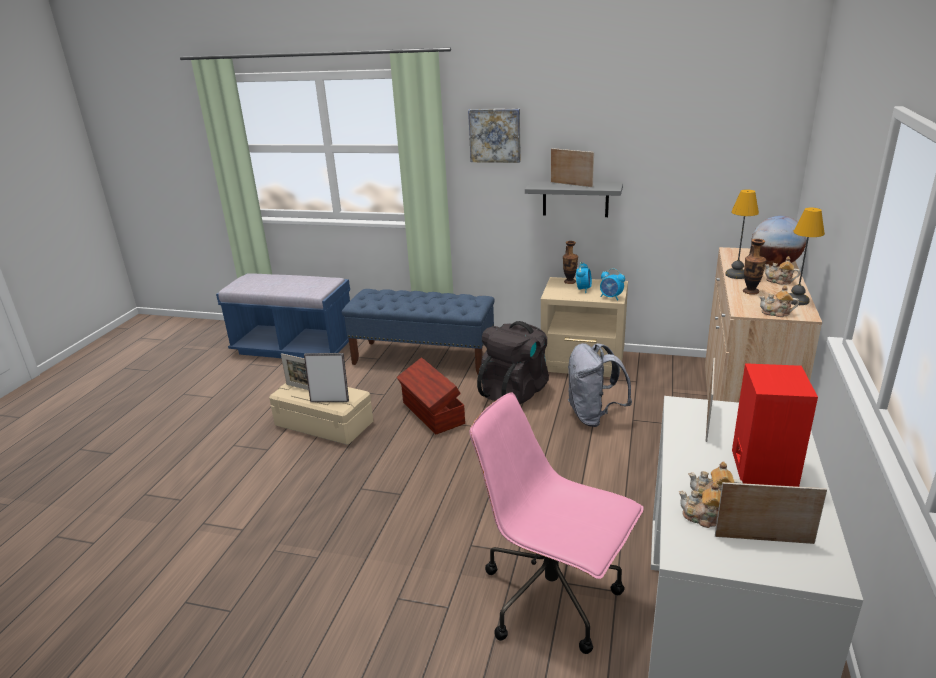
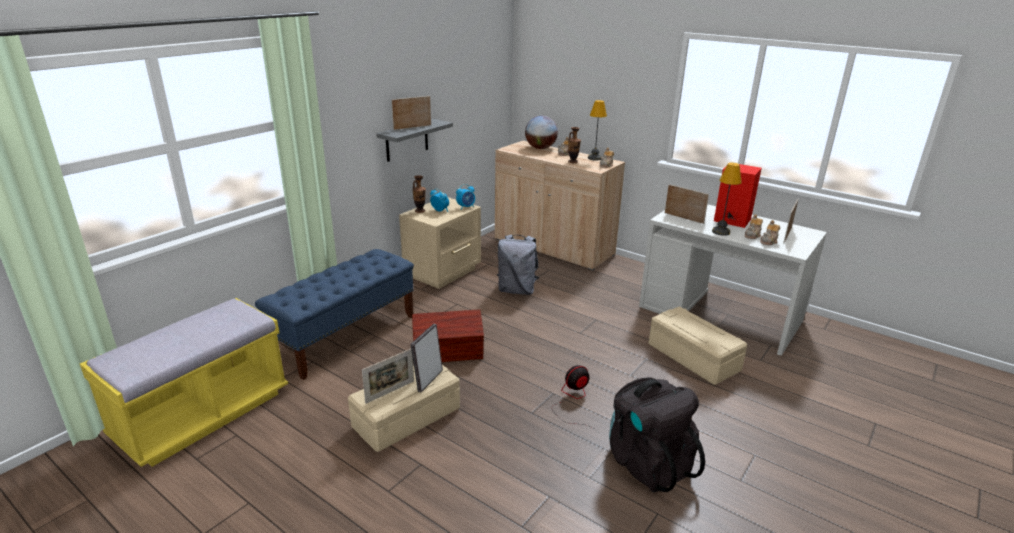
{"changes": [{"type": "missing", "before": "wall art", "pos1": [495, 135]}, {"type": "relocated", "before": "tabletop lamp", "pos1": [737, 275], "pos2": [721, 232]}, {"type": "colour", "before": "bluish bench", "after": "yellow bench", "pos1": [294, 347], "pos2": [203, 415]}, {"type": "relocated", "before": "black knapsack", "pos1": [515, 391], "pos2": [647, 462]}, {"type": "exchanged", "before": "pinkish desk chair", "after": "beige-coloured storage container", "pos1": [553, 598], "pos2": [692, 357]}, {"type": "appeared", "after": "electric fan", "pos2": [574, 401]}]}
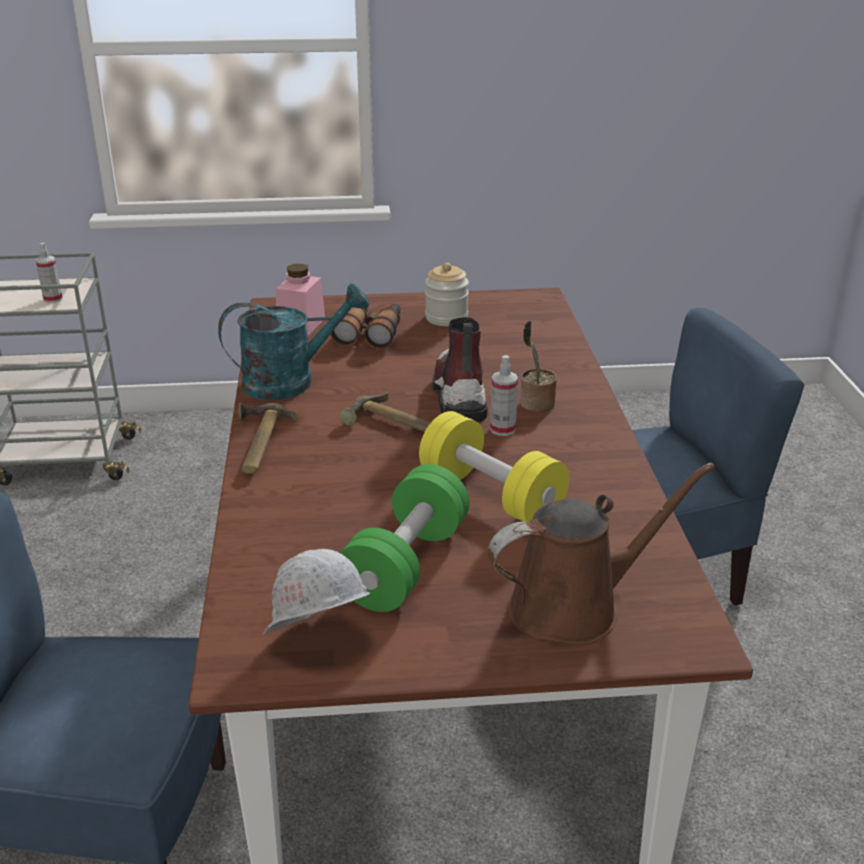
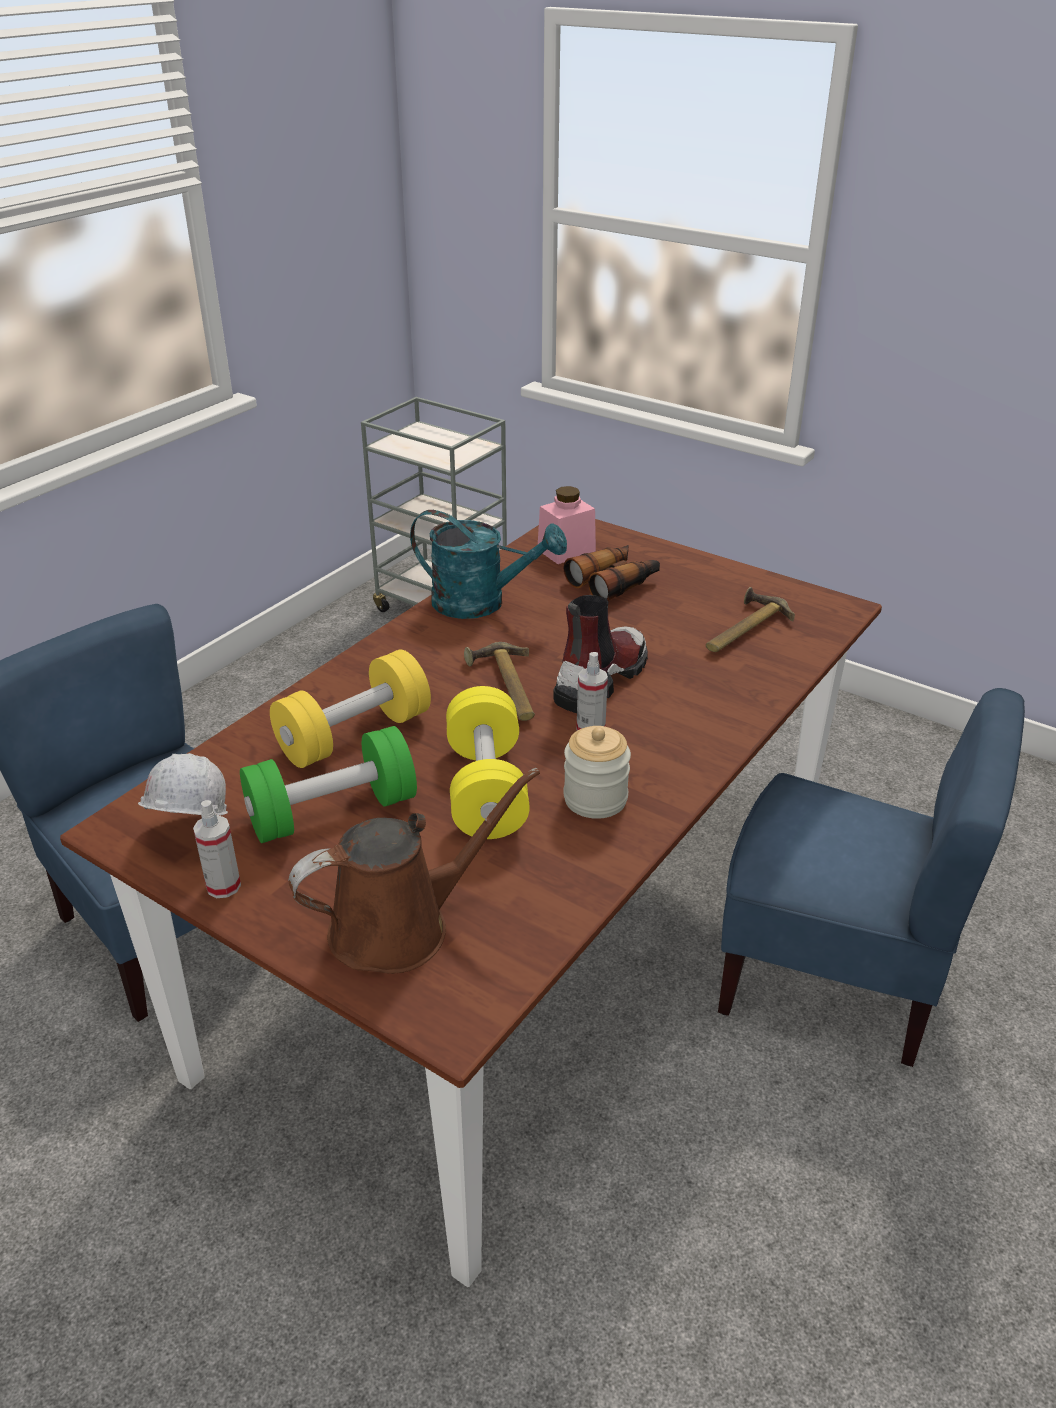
{"changes": [{"type": "relocated", "before": "hand sprayer", "pos1": [53, 299], "pos2": [223, 886]}, {"type": "relocated", "before": "preserve jar", "pos1": [446, 318], "pos2": [595, 799]}, {"type": "missing", "before": "plant in a pot", "pos1": [535, 404]}, {"type": "relocated", "before": "tool hammer", "pos1": [257, 444], "pos2": [741, 629]}, {"type": "spun", "before": "brown-coloured watering pot", "pos1": [574, 607], "pos2": [401, 926], "turn": -45}, {"type": "appeared", "after": "yellow hand weight", "pos2": [354, 735]}]}
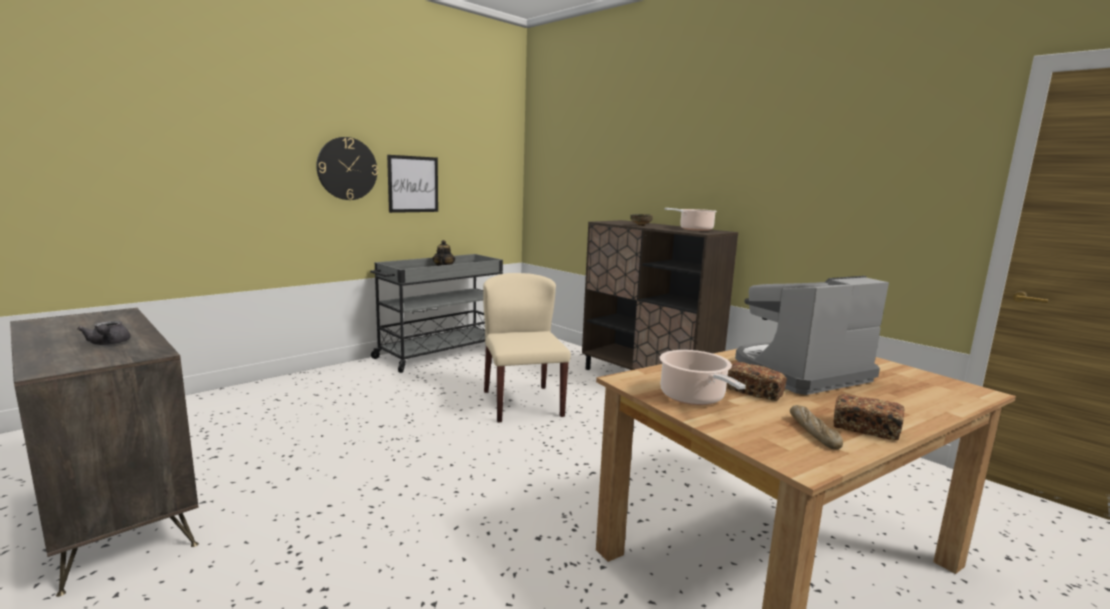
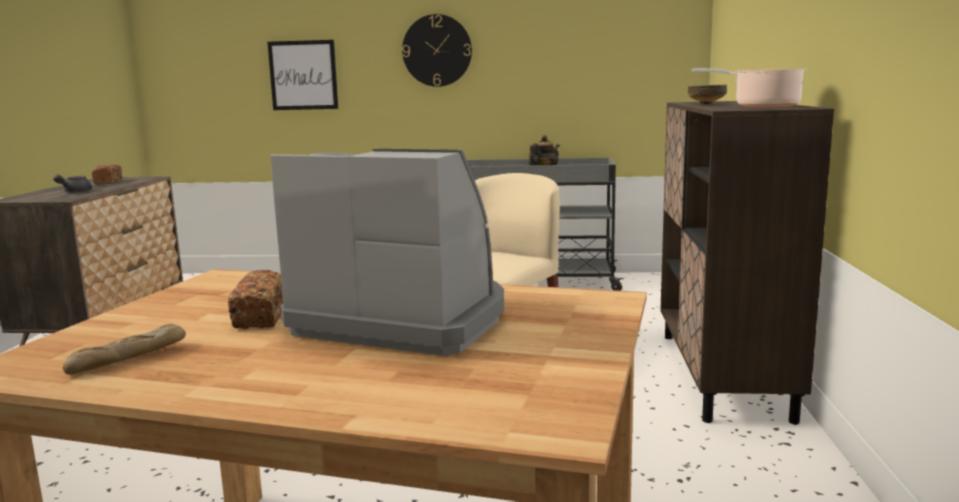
{"changes": [{"type": "relocated", "before": "wall art", "pos1": [413, 184], "pos2": [303, 75]}, {"type": "missing", "before": "stockpot", "pos1": [694, 398]}, {"type": "relocated", "before": "baked bread", "pos1": [865, 429], "pos2": [108, 182]}]}
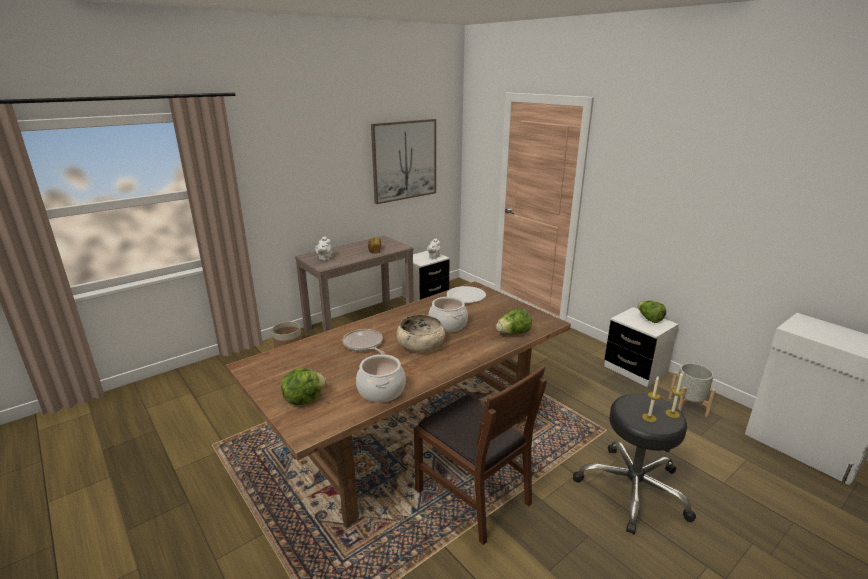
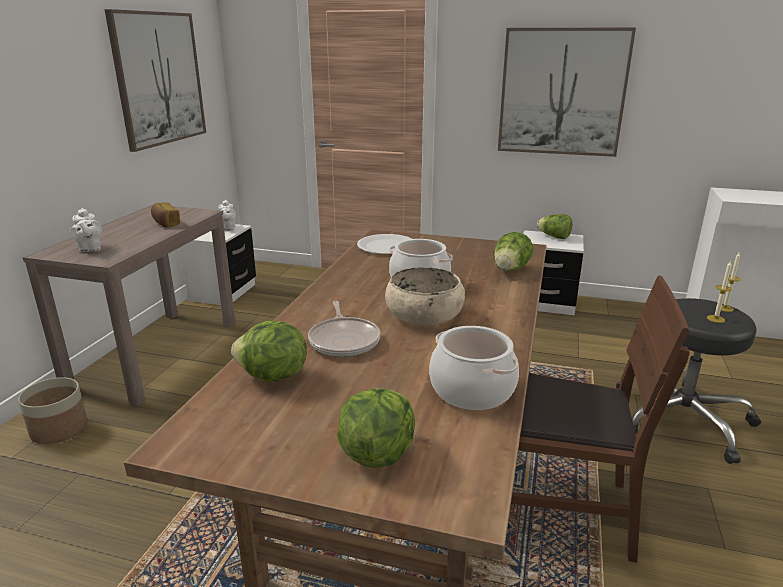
{"changes": [{"type": "spun", "before": "frying pan", "pos1": [364, 344], "pos2": [344, 340], "turn": -120}, {"type": "missing", "before": "grey flower pot", "pos1": [687, 407]}, {"type": "appeared", "after": "wall art", "pos2": [562, 92]}, {"type": "appeared", "after": "head of lettuce", "pos2": [272, 377]}]}
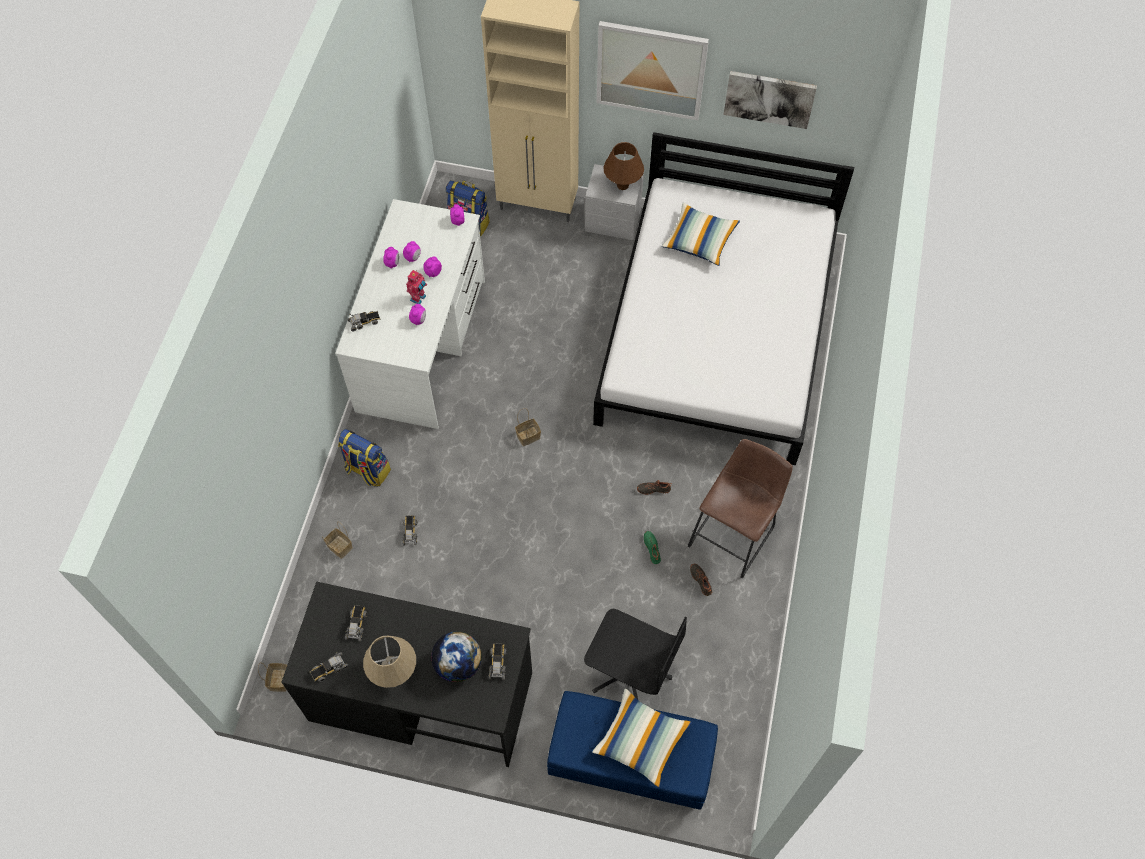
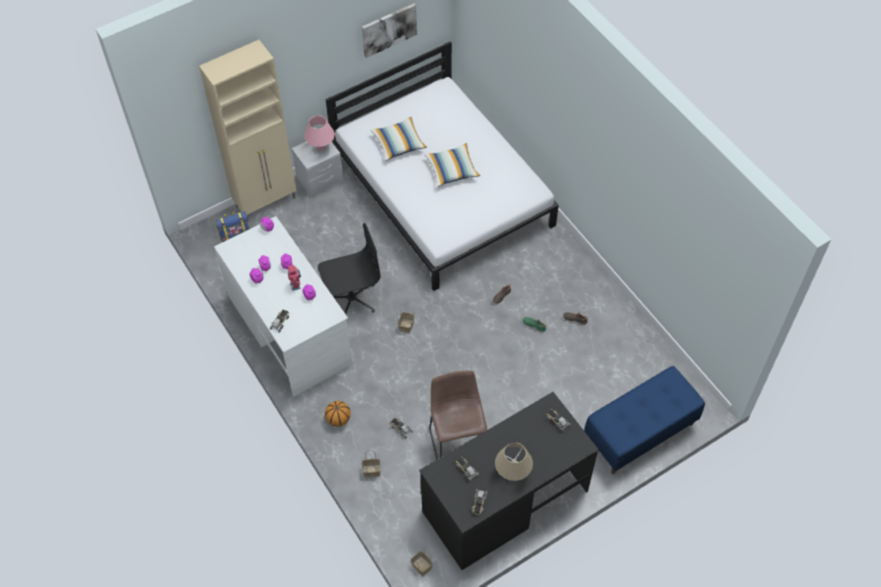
{"changes": [{"type": "missing", "before": "wall art", "pos1": [650, 70]}, {"type": "colour", "before": "brown-coloured tabletop lamp", "after": "pinkish tabletop lamp", "pos1": [622, 185], "pos2": [321, 147]}, {"type": "exchanged", "before": "knapsack", "after": "ball for basketball", "pos1": [367, 470], "pos2": [338, 419]}, {"type": "relocated", "before": "brown-coloured stool", "pos1": [734, 533], "pos2": [457, 443]}, {"type": "relocated", "before": "black desk chair", "pos1": [629, 672], "pos2": [351, 298]}, {"type": "missing", "before": "world globe", "pos1": [458, 664]}, {"type": "relocated", "before": "cushion", "pos1": [641, 740], "pos2": [452, 170]}]}
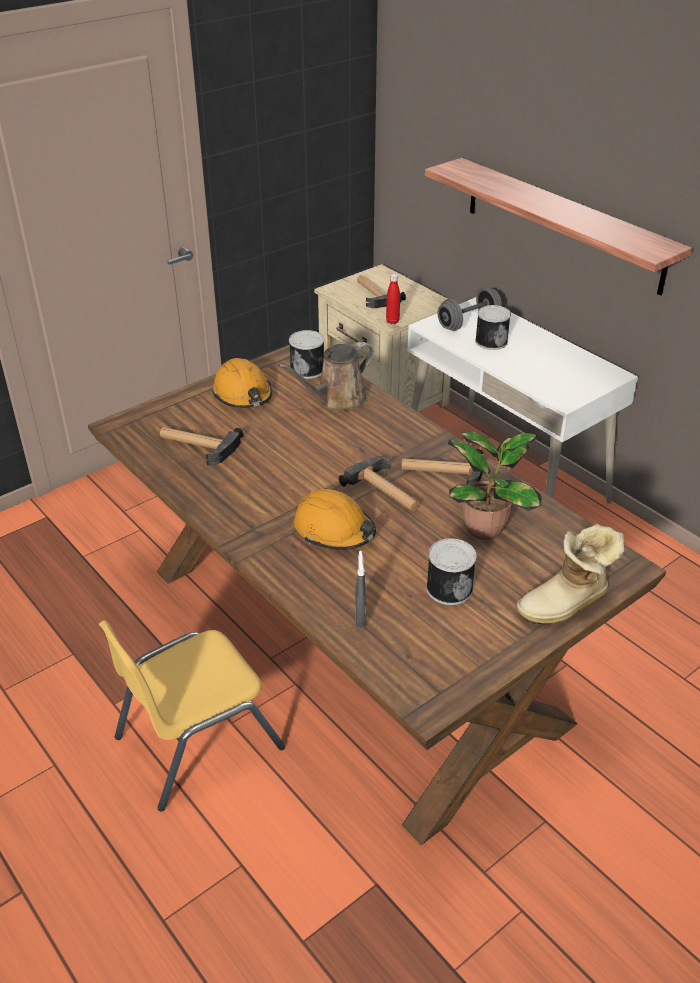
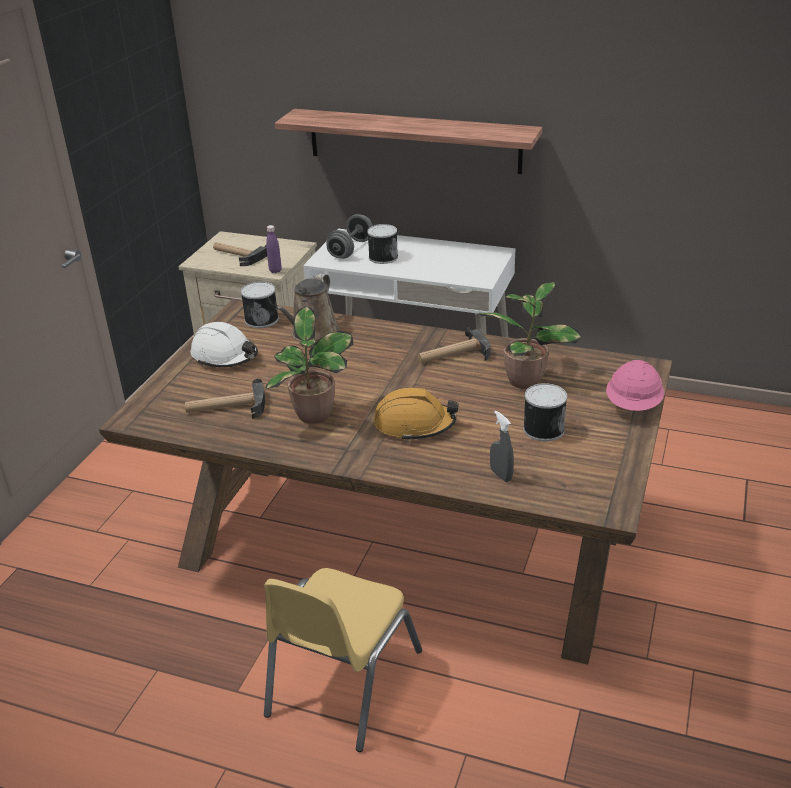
{"changes": [{"type": "colour", "before": "reddish drink bottle", "after": "purple drink bottle", "pos1": [392, 321], "pos2": [275, 270]}, {"type": "colour", "before": "orange-coloured safety helmet", "after": "whitish safety helmet", "pos1": [243, 395], "pos2": [225, 356]}, {"type": "missing", "before": "tool hammer", "pos1": [386, 491]}, {"type": "exchanged", "before": "high-top boot", "after": "pinkish safety helmet", "pos1": [567, 604], "pos2": [633, 406]}, {"type": "appeared", "after": "plant in a pot", "pos2": [315, 416]}]}
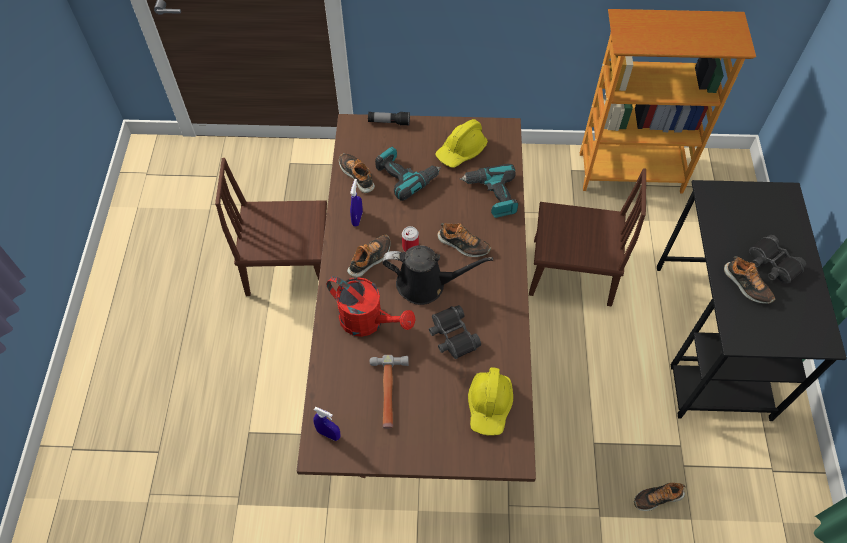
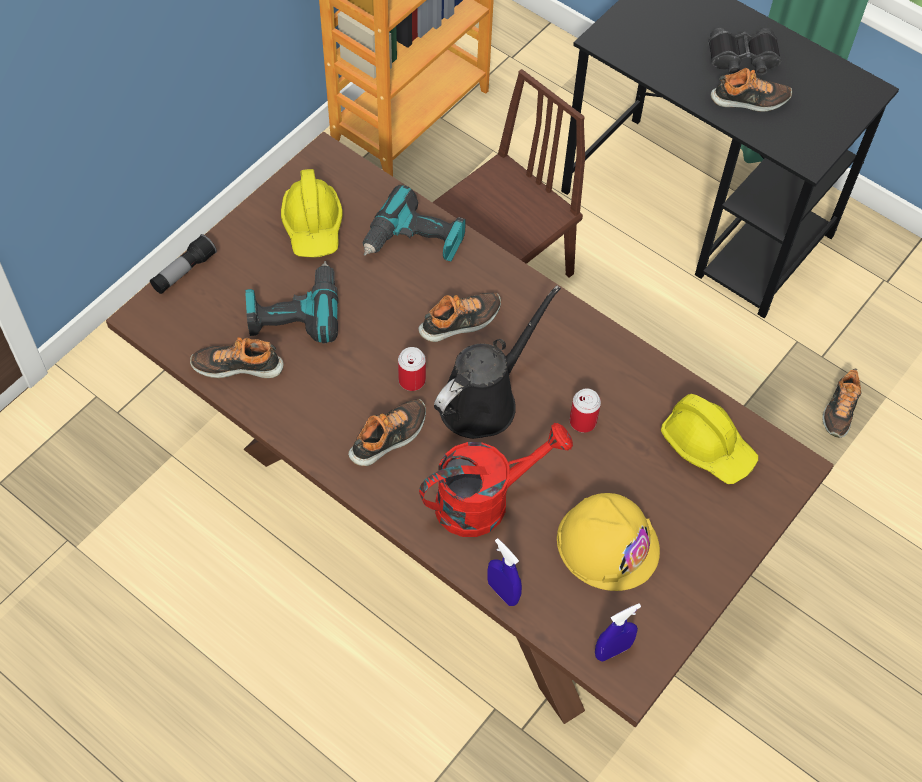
{"changes": [{"type": "missing", "before": "brown-coloured plain chair", "pos1": [289, 266]}, {"type": "relocated", "before": "bluish hand sprayer", "pos1": [357, 218], "pos2": [502, 592]}, {"type": "spun", "before": "item of footwear", "pos1": [370, 259], "pos2": [389, 437], "turn": 60}, {"type": "exchanged", "before": "black binoculars", "after": "metal can", "pos1": [452, 336], "pos2": [582, 421]}, {"type": "exchanged", "before": "tool hammer", "after": "yellow safety helmet", "pos1": [389, 393], "pos2": [607, 544]}]}
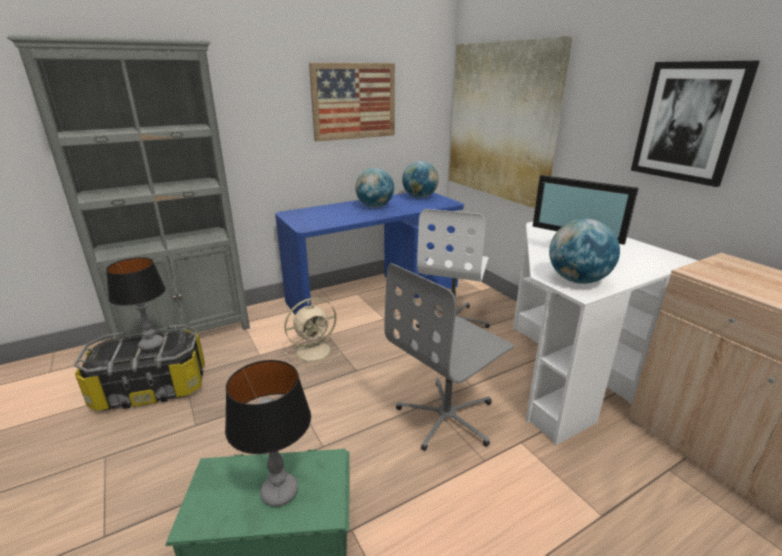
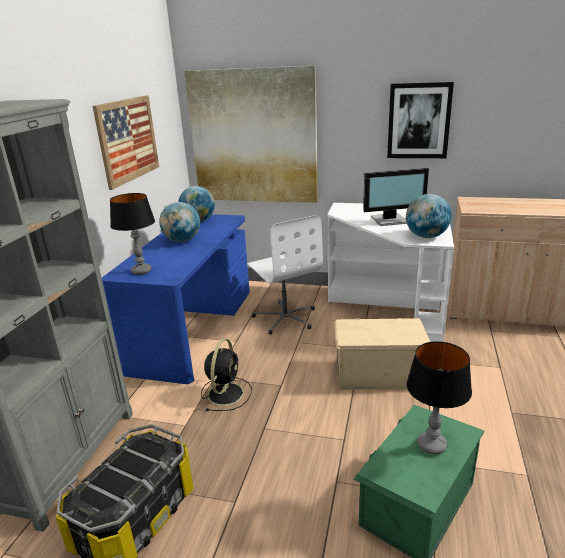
{"changes": [{"type": "relocated", "before": "tabletop lamp", "pos1": [152, 345], "pos2": [141, 271]}, {"type": "exchanged", "before": "grey desk chair", "after": "beige-coloured storage container", "pos1": [447, 417], "pos2": [378, 373]}, {"type": "colour", "before": "beige-coloured electric fan", "after": "black electric fan", "pos1": [315, 350], "pos2": [226, 393]}]}
